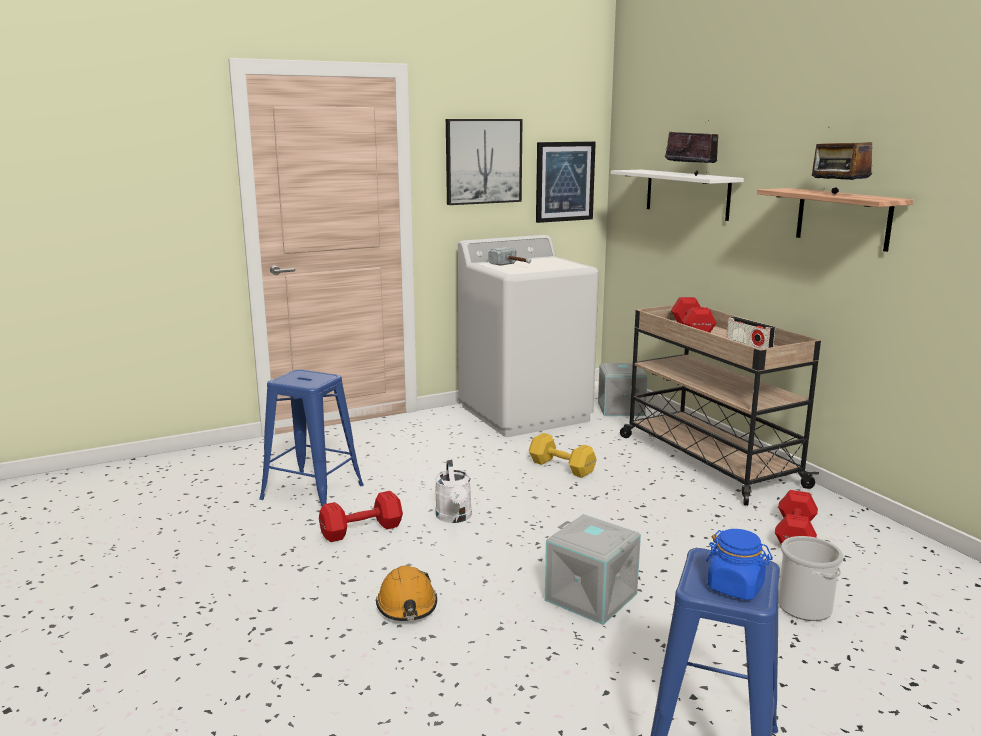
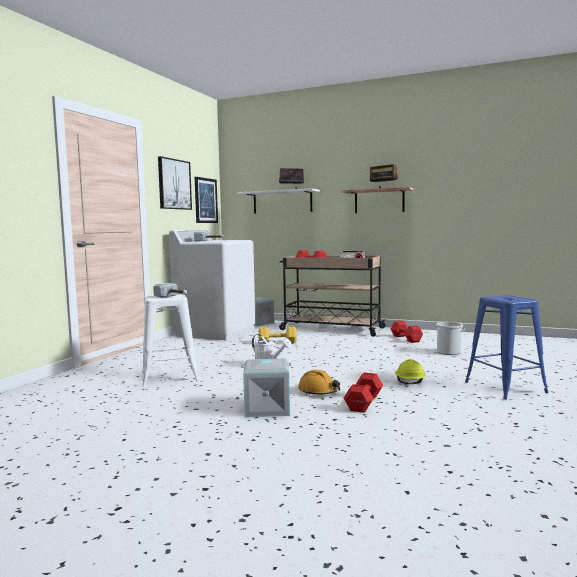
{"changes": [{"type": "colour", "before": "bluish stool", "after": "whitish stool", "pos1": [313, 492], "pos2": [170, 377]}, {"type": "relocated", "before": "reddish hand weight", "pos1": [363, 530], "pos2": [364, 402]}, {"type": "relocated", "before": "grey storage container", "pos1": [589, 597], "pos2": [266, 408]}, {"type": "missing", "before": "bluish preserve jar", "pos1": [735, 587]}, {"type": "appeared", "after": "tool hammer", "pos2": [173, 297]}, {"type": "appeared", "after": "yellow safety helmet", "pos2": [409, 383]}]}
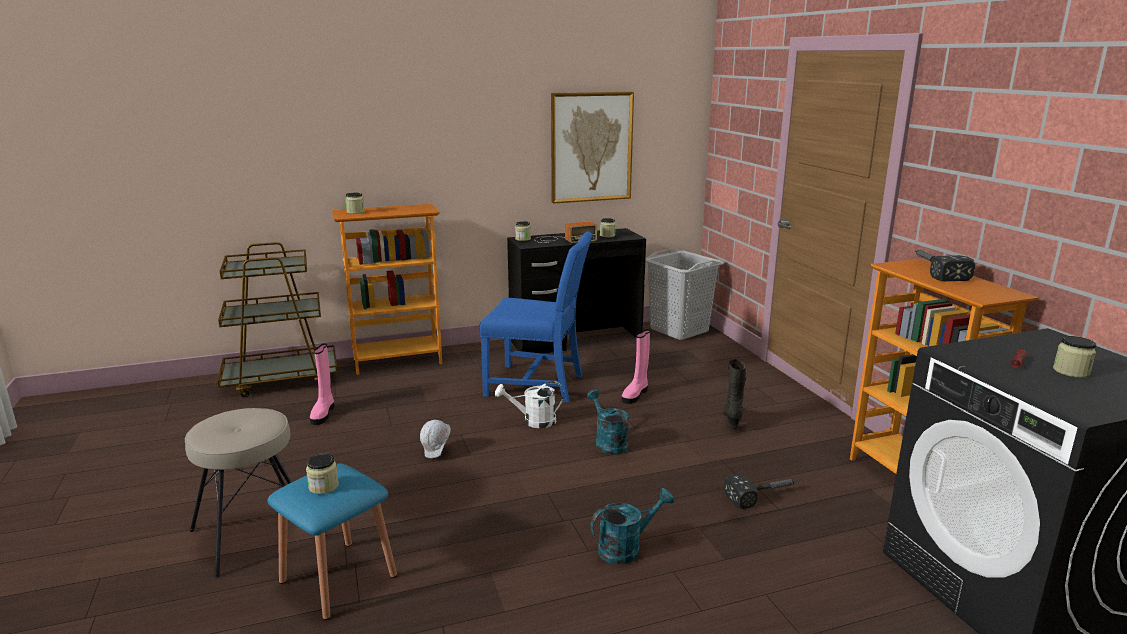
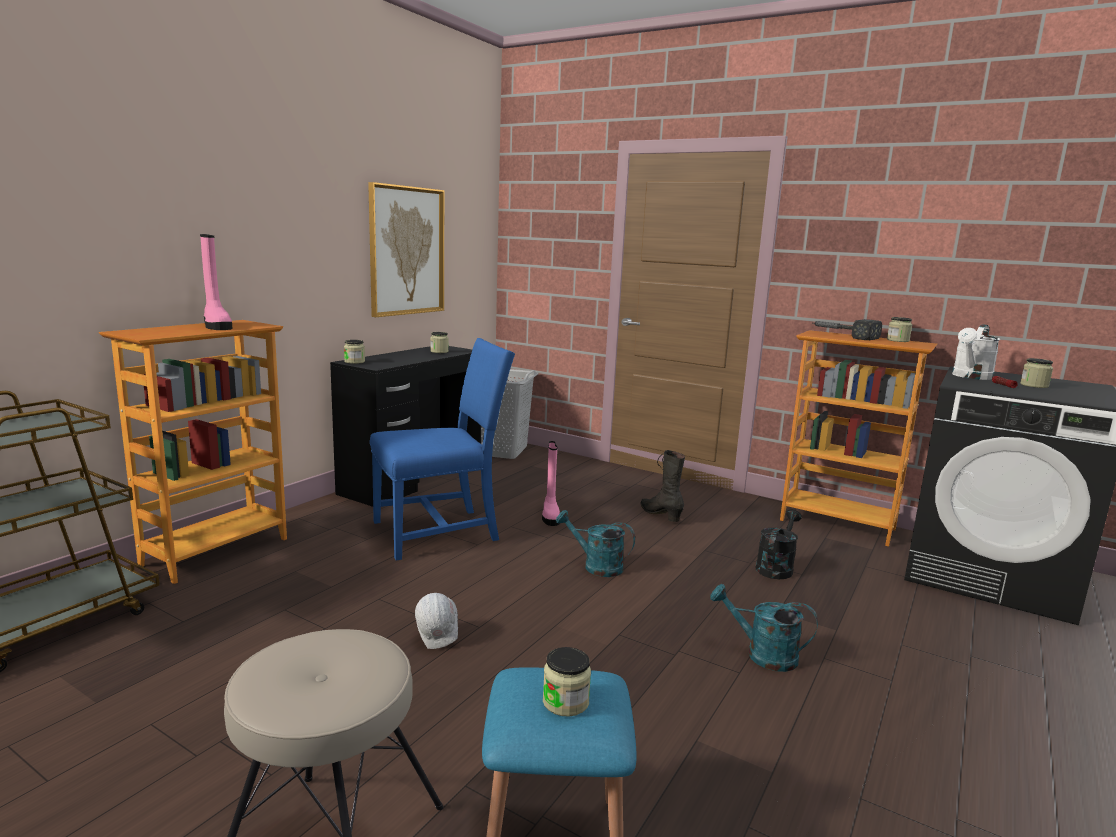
{"changes": [{"type": "relocated", "before": "preserve jar", "pos1": [355, 212], "pos2": [898, 340]}, {"type": "missing", "before": "radio receiver", "pos1": [562, 240]}, {"type": "relocated", "before": "pinkish high-top boot", "pos1": [323, 413], "pos2": [216, 326]}, {"type": "relocated", "before": "whitish watering pot", "pos1": [533, 421], "pos2": [970, 377]}, {"type": "exchanged", "before": "tool hammer", "after": "black watering pot", "pos1": [763, 495], "pos2": [776, 567]}, {"type": "spun", "before": "turquoise-coloured watering pot", "pos1": [626, 548], "pos2": [762, 655], "turn": -90}]}
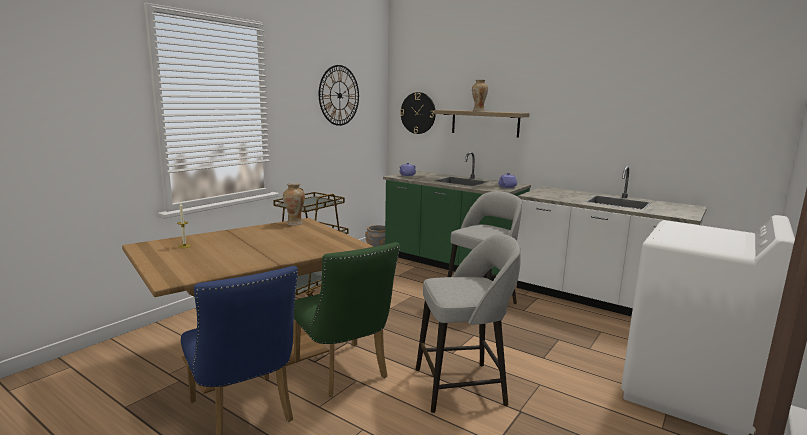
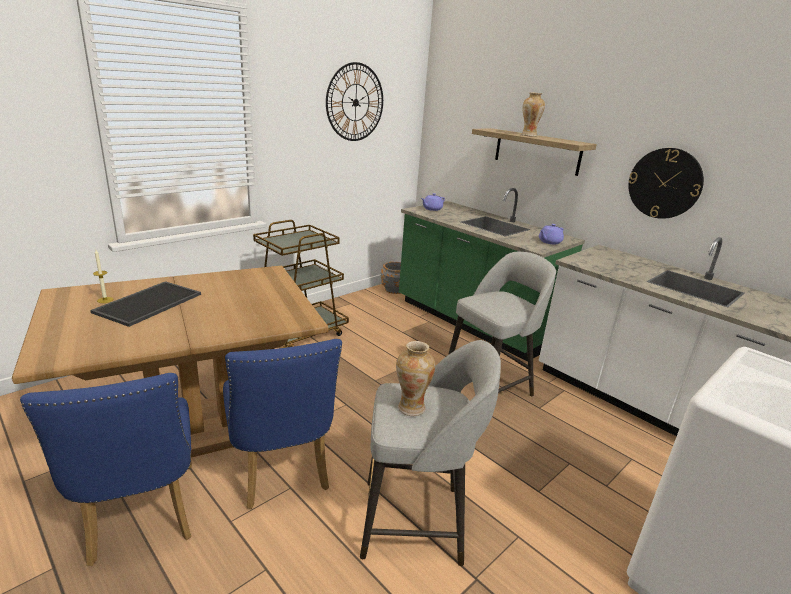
{"changes": [{"type": "relocated", "before": "clock on the wall", "pos1": [418, 113], "pos2": [664, 183]}, {"type": "relocated", "before": "flower vase", "pos1": [294, 223], "pos2": [411, 407]}, {"type": "colour", "before": "green plain chair", "after": "bluish plain chair", "pos1": [344, 373], "pos2": [281, 473]}, {"type": "appeared", "after": "carrying tray", "pos2": [148, 302]}]}
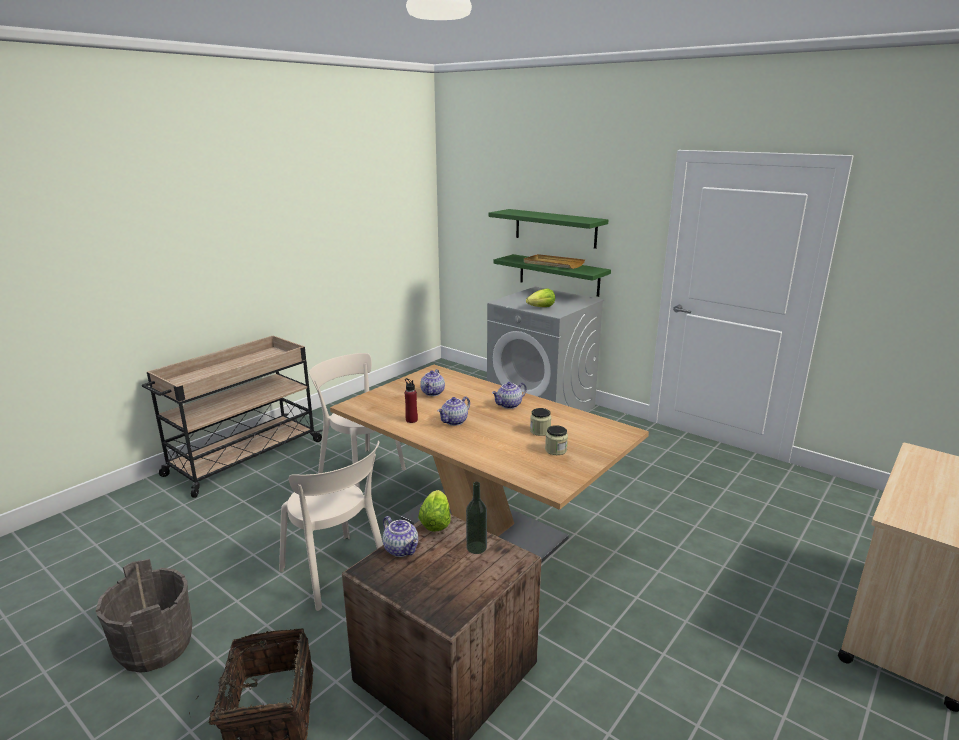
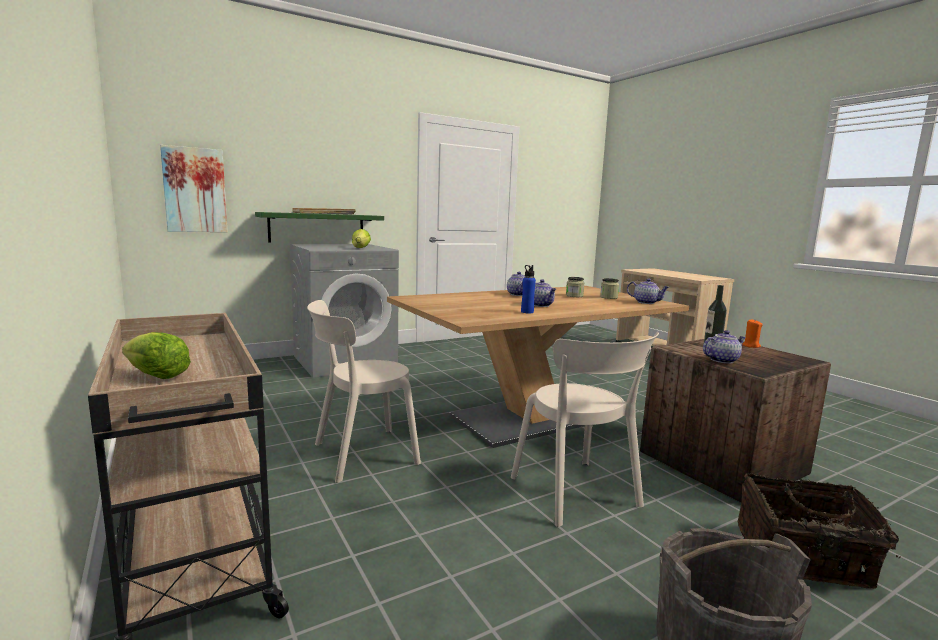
{"changes": [{"type": "missing", "before": "green wall shelf", "pos1": [555, 228]}, {"type": "relocated", "before": "teapot", "pos1": [433, 393], "pos2": [646, 302]}, {"type": "colour", "before": "reddish drink bottle", "after": "bluish drink bottle", "pos1": [411, 420], "pos2": [527, 312]}, {"type": "spun", "before": "beige-coloured plain chair", "pos1": [337, 573], "pos2": [577, 494], "turn": 90}, {"type": "relocated", "before": "head of lettuce", "pos1": [435, 523], "pos2": [157, 376]}, {"type": "appeared", "after": "wall art", "pos2": [195, 190]}, {"type": "appeared", "after": "orange-coloured candle", "pos2": [750, 346]}]}
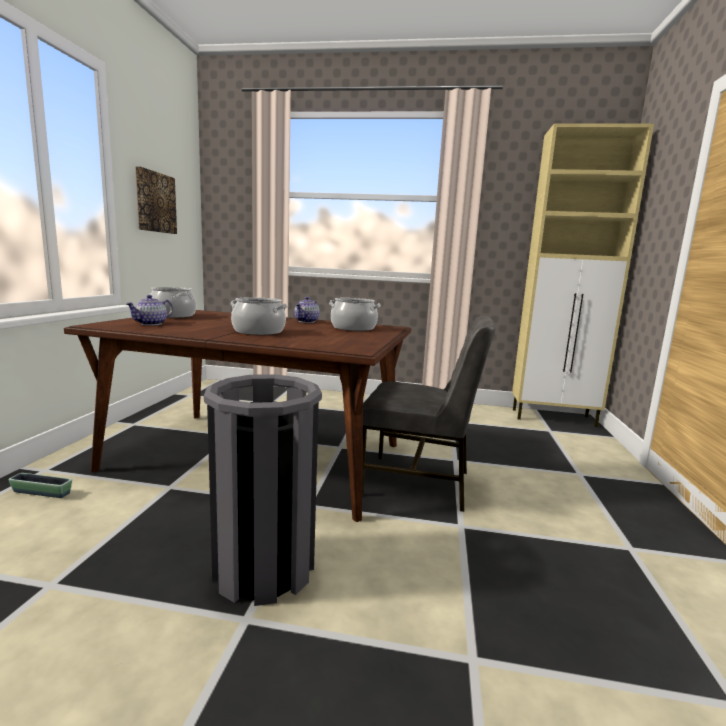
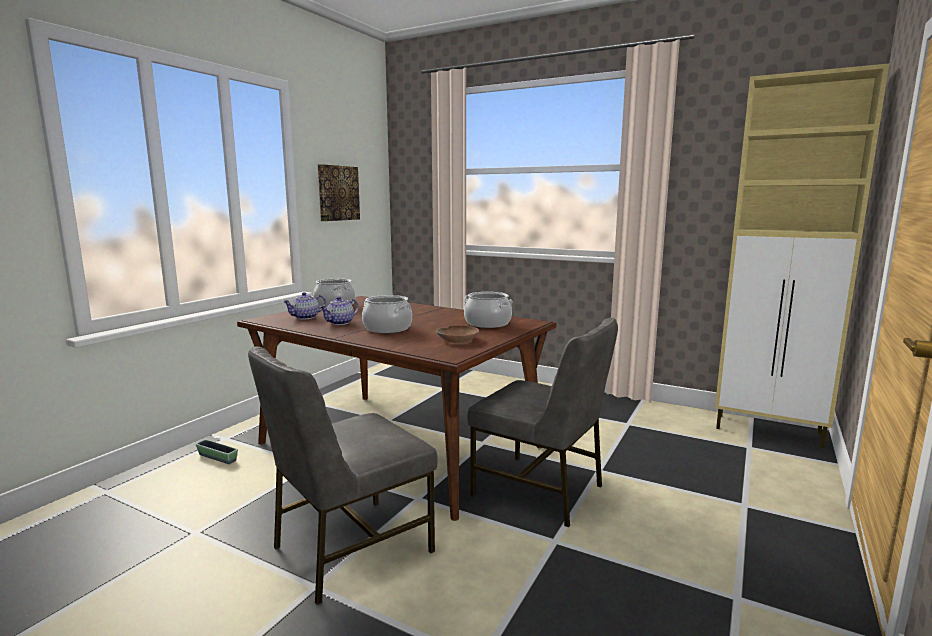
{"changes": [{"type": "relocated", "before": "teapot", "pos1": [307, 321], "pos2": [340, 323]}, {"type": "exchanged", "before": "grey trash can", "after": "grey plain chair", "pos1": [263, 569], "pos2": [349, 548]}, {"type": "appeared", "after": "brown-coloured bowl", "pos2": [458, 339]}]}
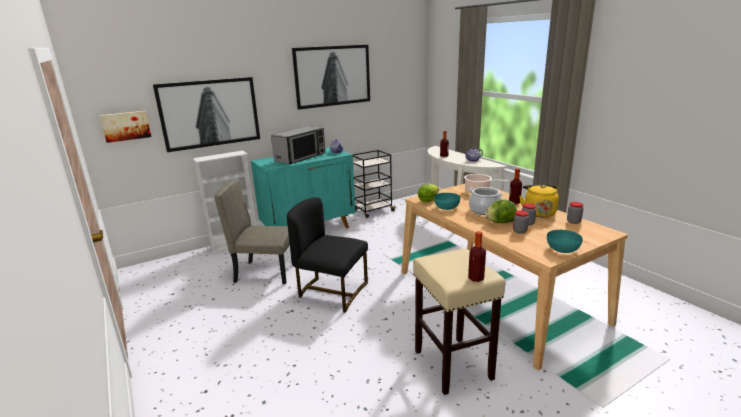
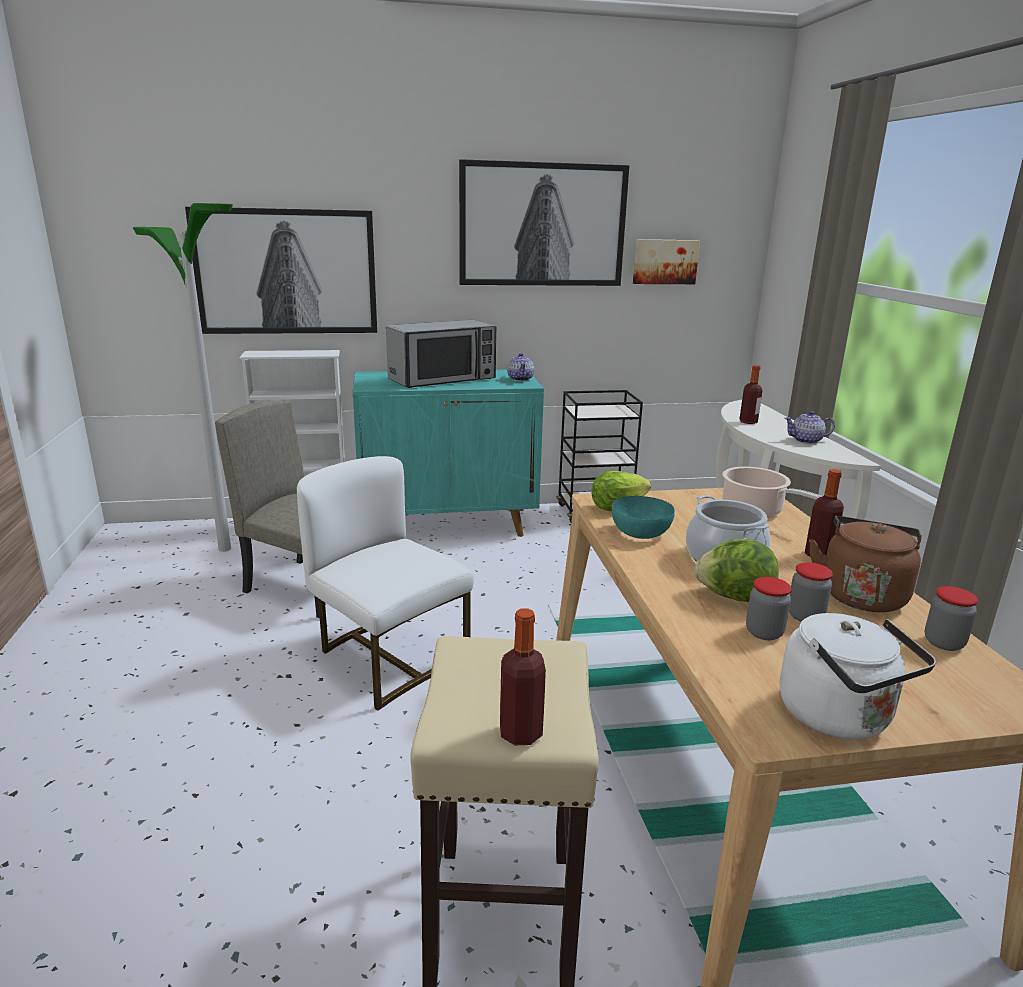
{"changes": [{"type": "relocated", "before": "wall art", "pos1": [126, 126], "pos2": [665, 261]}, {"type": "colour", "before": "yellow tea kettle", "after": "brown-coloured tea kettle", "pos1": [538, 212], "pos2": [861, 594]}, {"type": "colour", "before": "black plain chair", "after": "whitish plain chair", "pos1": [331, 292], "pos2": [388, 658]}, {"type": "exchanged", "before": "turquoise-coloured bowl", "after": "whitish tea kettle", "pos1": [562, 249], "pos2": [840, 718]}, {"type": "appeared", "after": "standing lamp", "pos2": [225, 549]}]}
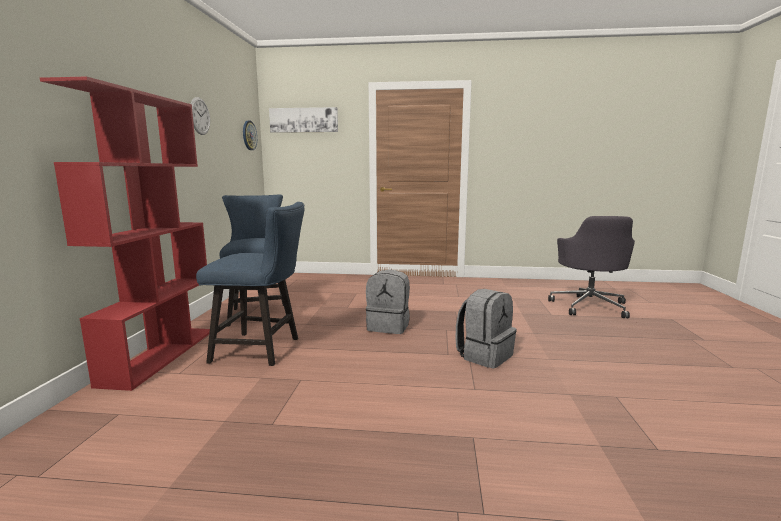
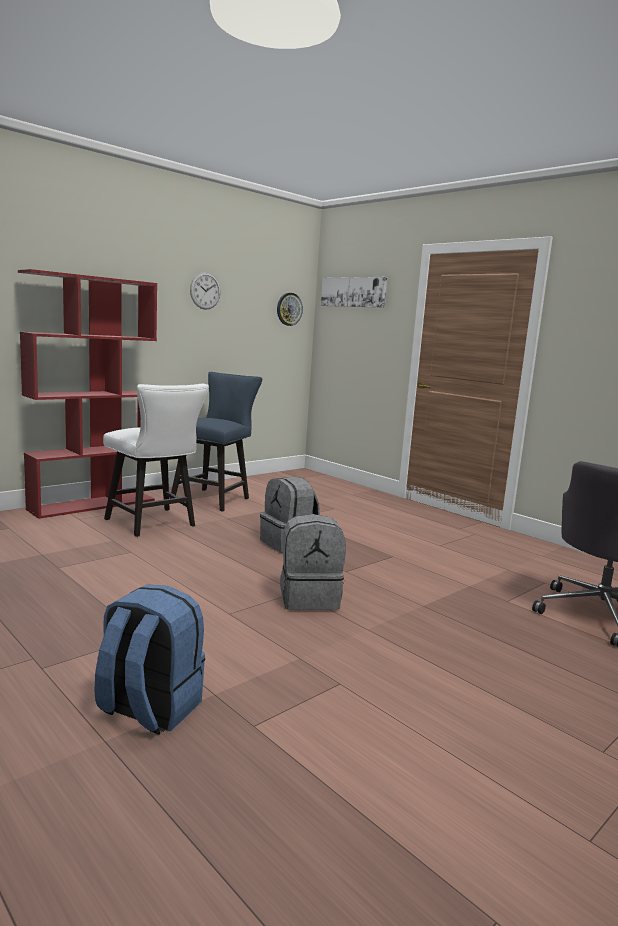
{"changes": [{"type": "colour", "before": "bluish plain chair", "after": "whitish plain chair", "pos1": [262, 350], "pos2": [154, 524]}, {"type": "appeared", "after": "bluish knapsack", "pos2": [149, 709]}]}
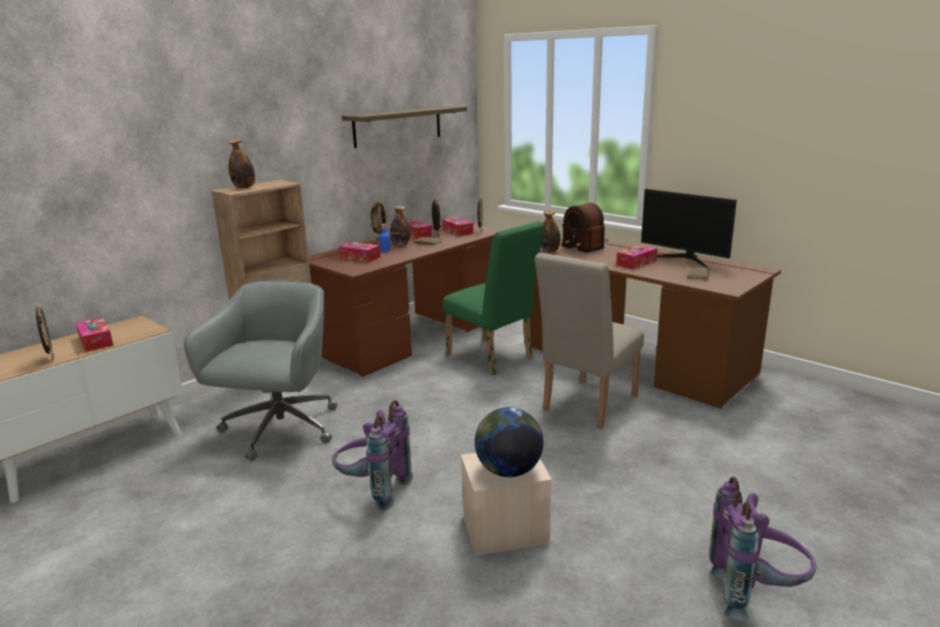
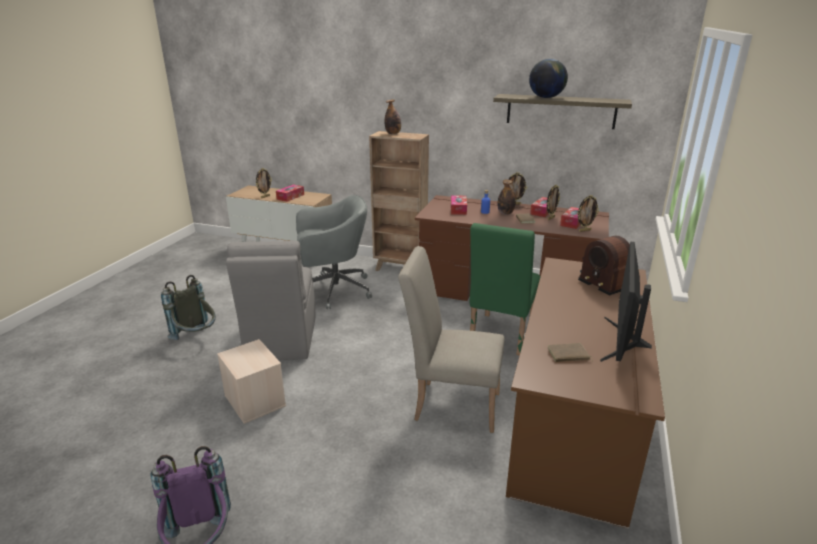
{"changes": [{"type": "spun", "before": "radio receiver", "pos1": [584, 245], "pos2": [604, 280], "turn": -60}, {"type": "missing", "before": "drink bottle", "pos1": [549, 251]}, {"type": "missing", "before": "tissue holder", "pos1": [636, 263]}, {"type": "exchanged", "before": "purple knapsack", "after": "grey plain chair", "pos1": [372, 490], "pos2": [281, 340]}, {"type": "relocated", "before": "world globe", "pos1": [508, 470], "pos2": [546, 97]}, {"type": "appeared", "after": "grey knapsack", "pos2": [197, 338]}]}
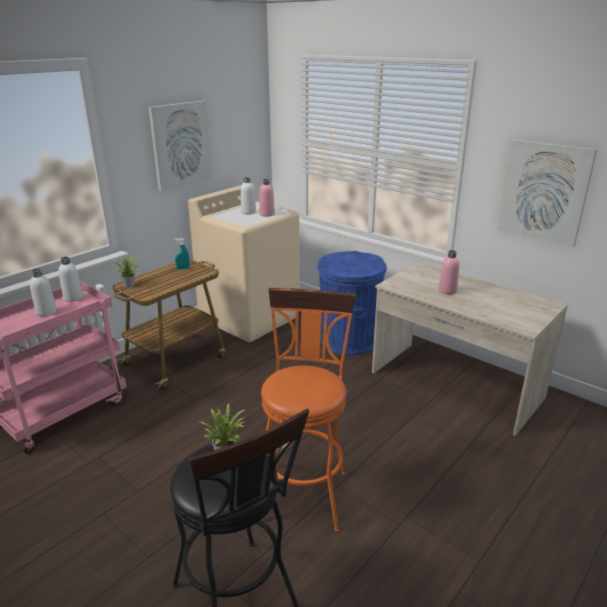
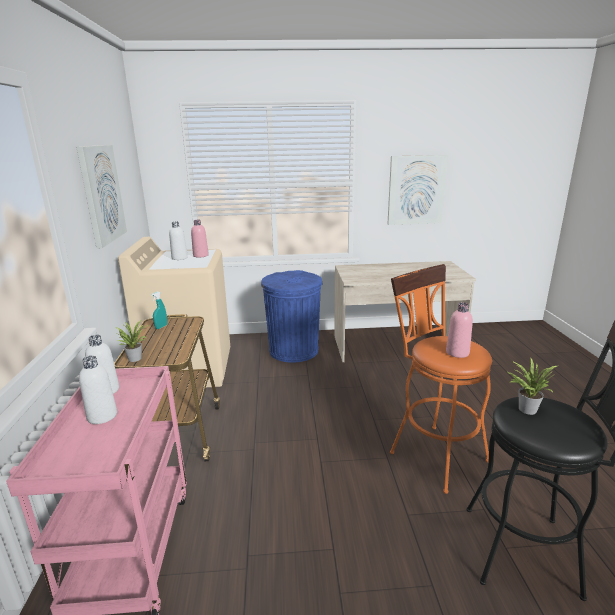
{"changes": [{"type": "relocated", "before": "pinkish drink bottle", "pos1": [447, 290], "pos2": [457, 353]}]}
